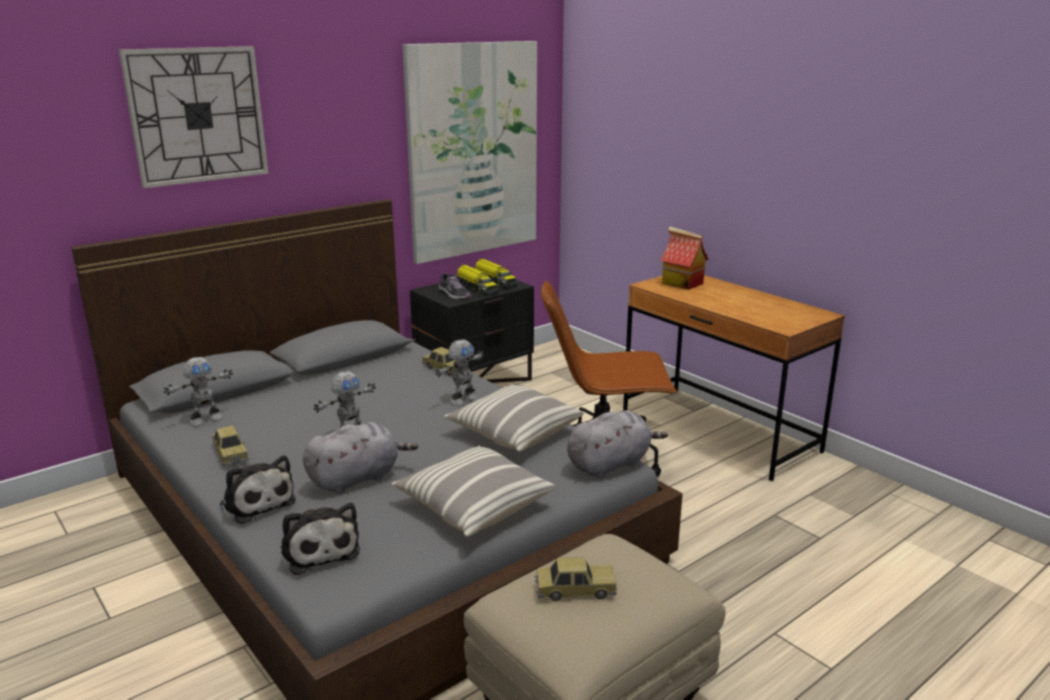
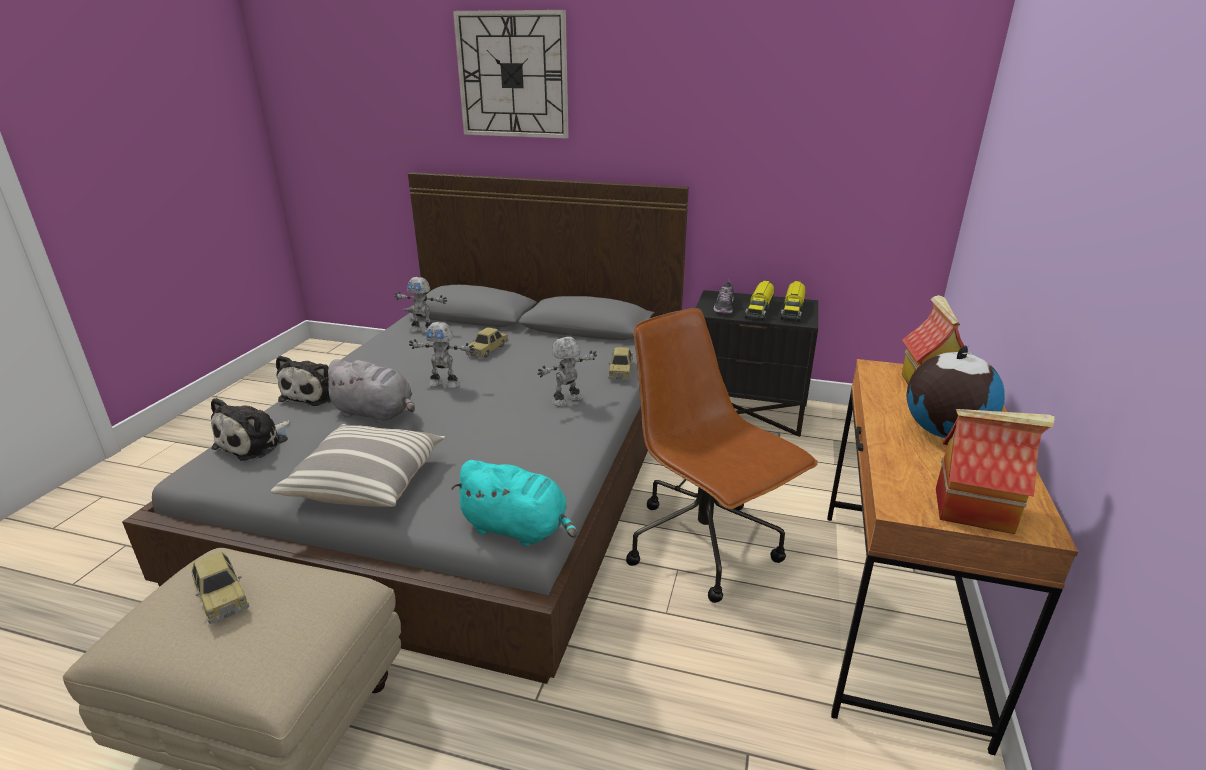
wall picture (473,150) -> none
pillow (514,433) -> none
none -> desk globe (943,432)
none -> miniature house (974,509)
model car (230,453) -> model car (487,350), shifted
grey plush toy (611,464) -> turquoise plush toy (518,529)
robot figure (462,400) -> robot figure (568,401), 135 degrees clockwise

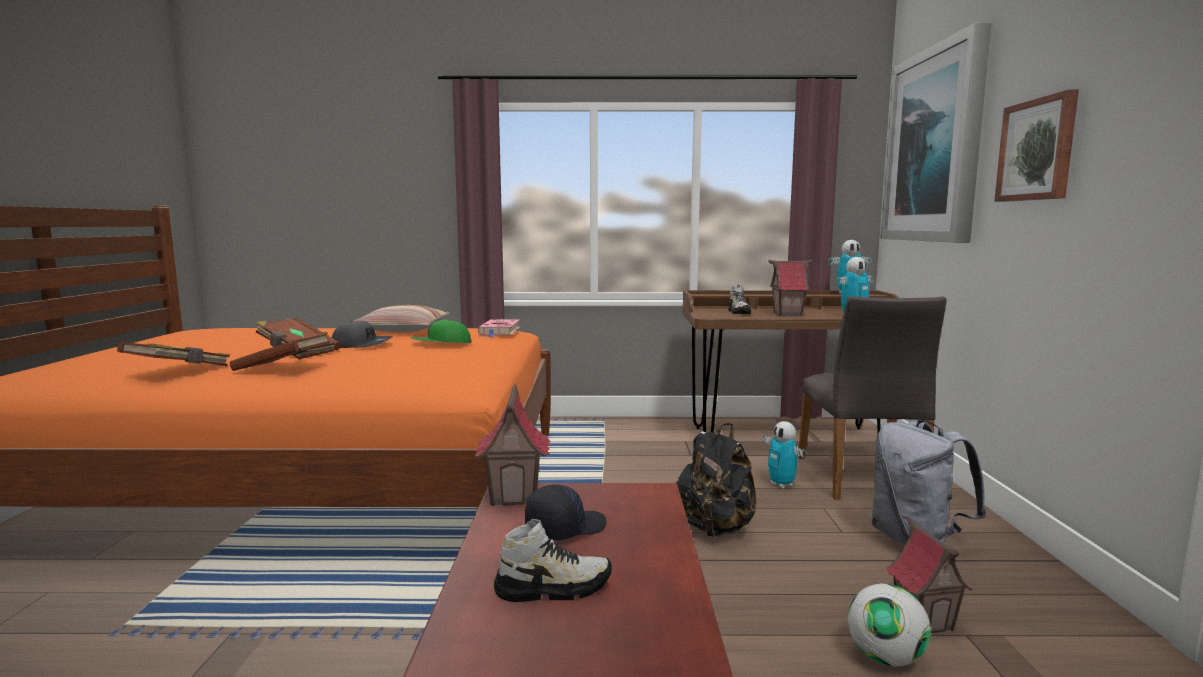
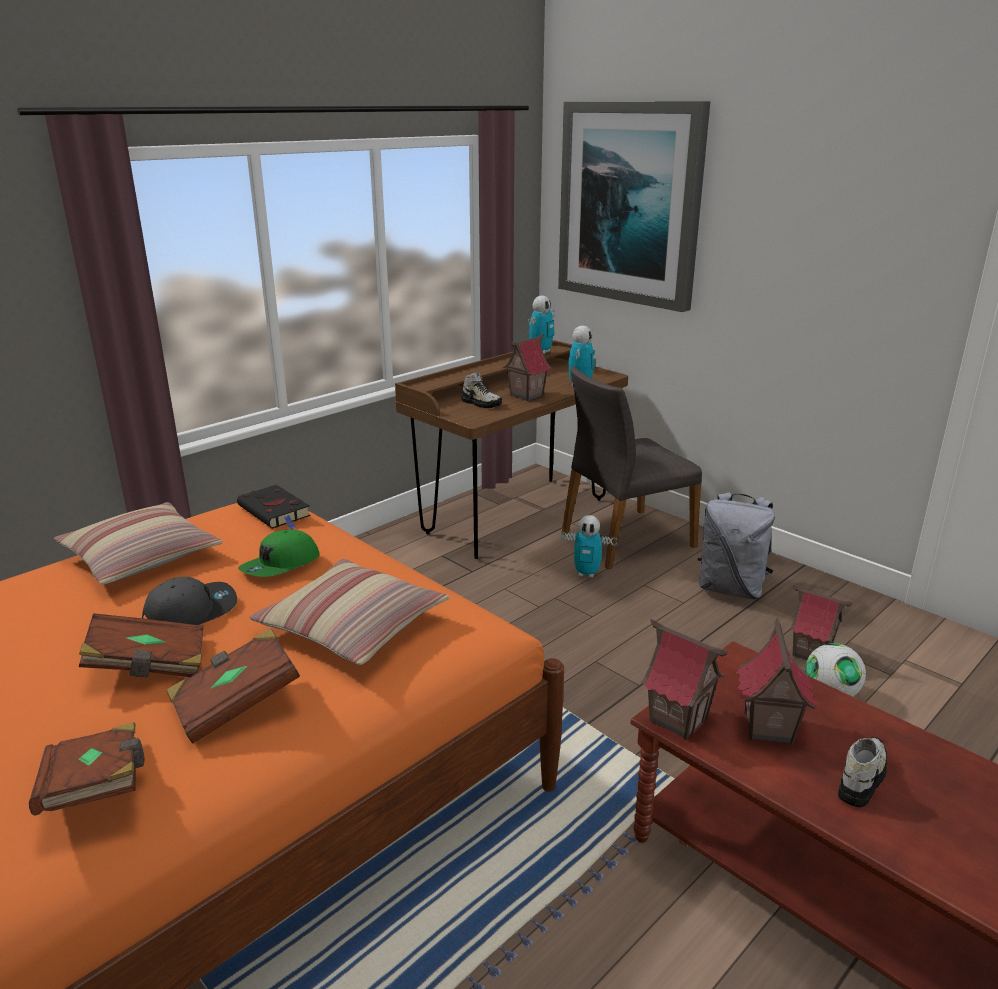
black-coloured knapsack (715,528) -> none
wall picture (1037,150) -> none
none -> pillow (353,625)
black-coloured cap (565,528) -> miniature house (767,727)
pink-coloured book (499,331) -> black-coloured book (275,512)
grey chair (862,478) -> grey chair (625,539), 105 degrees clockwise

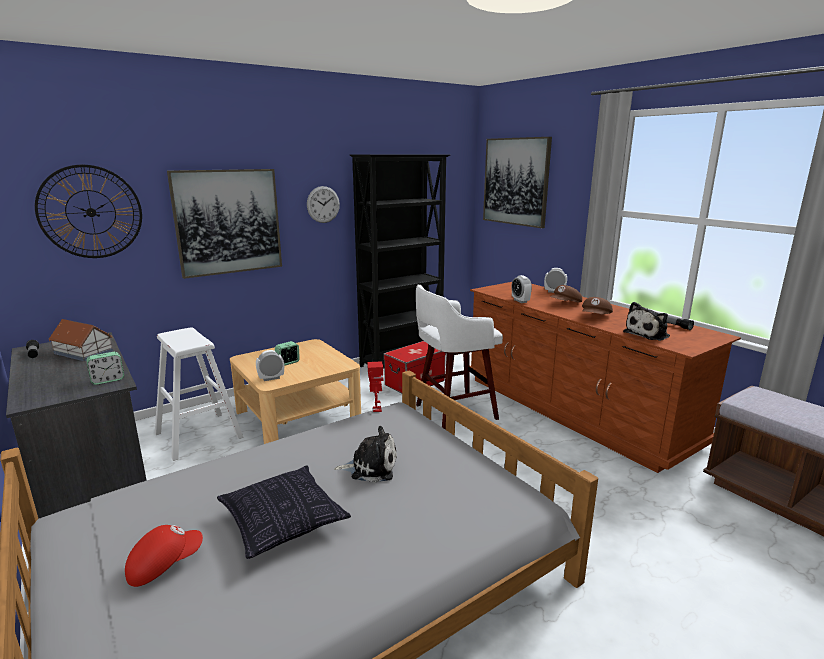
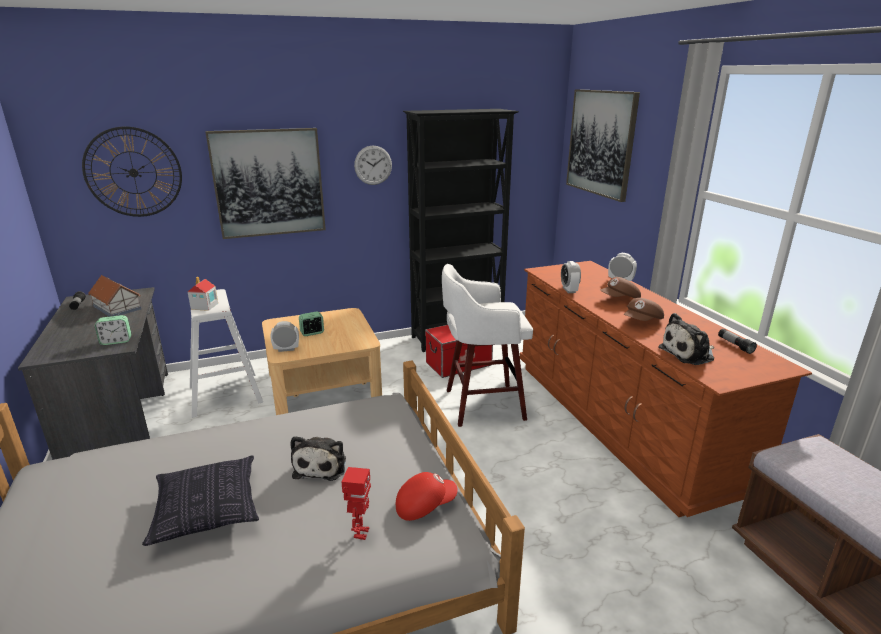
none -> miniature house (204,306)
red cap (164,564) -> red cap (425,505), shifted
robot figure (376,409) -> robot figure (360,533), shifted
plush toy (371,467) -> plush toy (321,465), 75 degrees clockwise

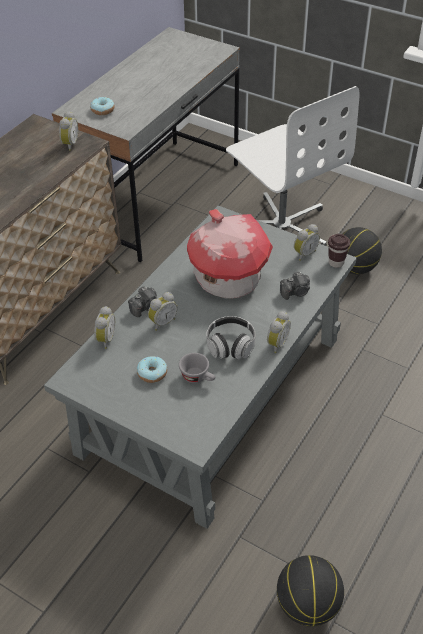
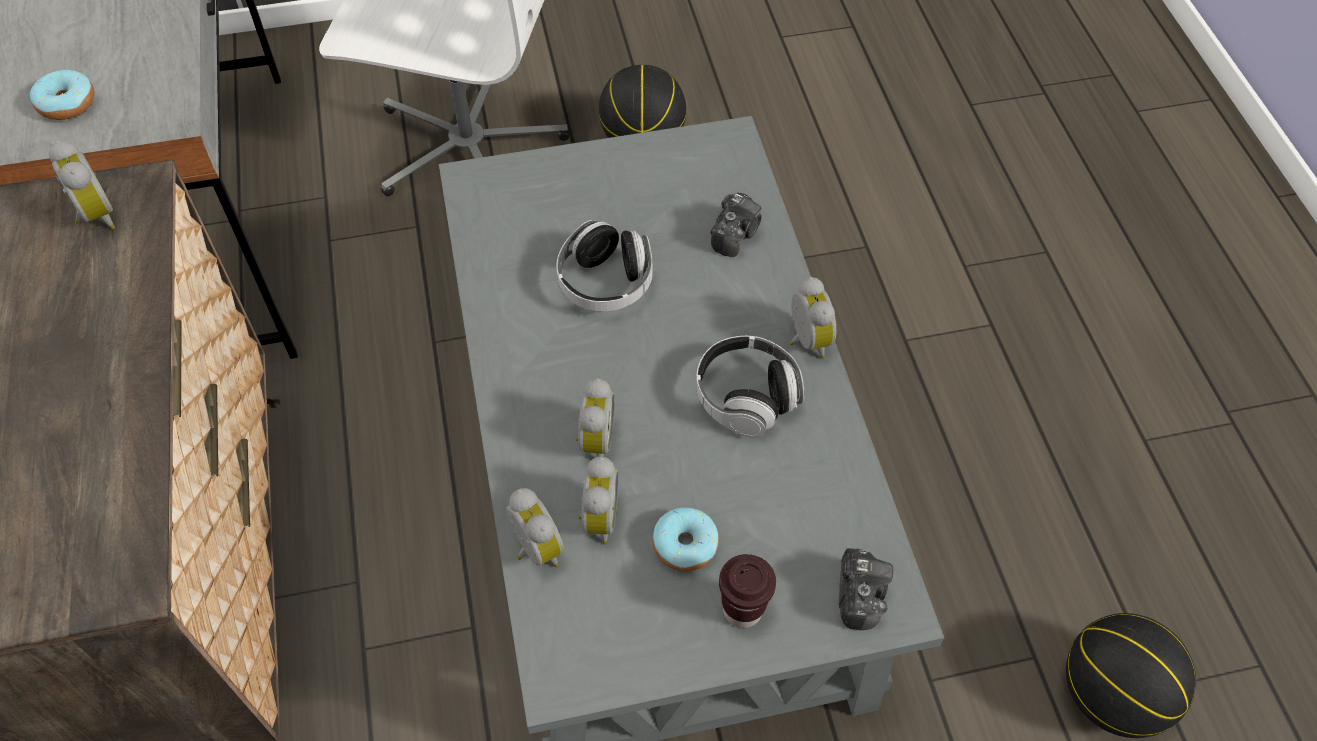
grey cup (198,378) -> none
still camera (145,307) -> still camera (859,595), shifted
bedside clock (304,253) -> bedside clock (597,518), shifted
brown cup (336,262) -> brown cup (742,610), shifted
miniature house (227,277) -> pair of headphones (605,283)

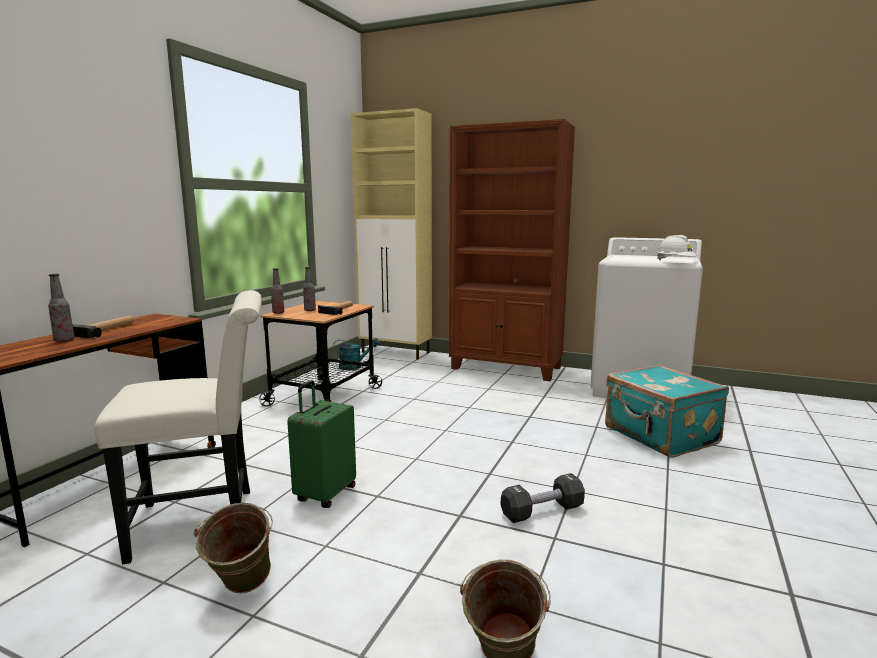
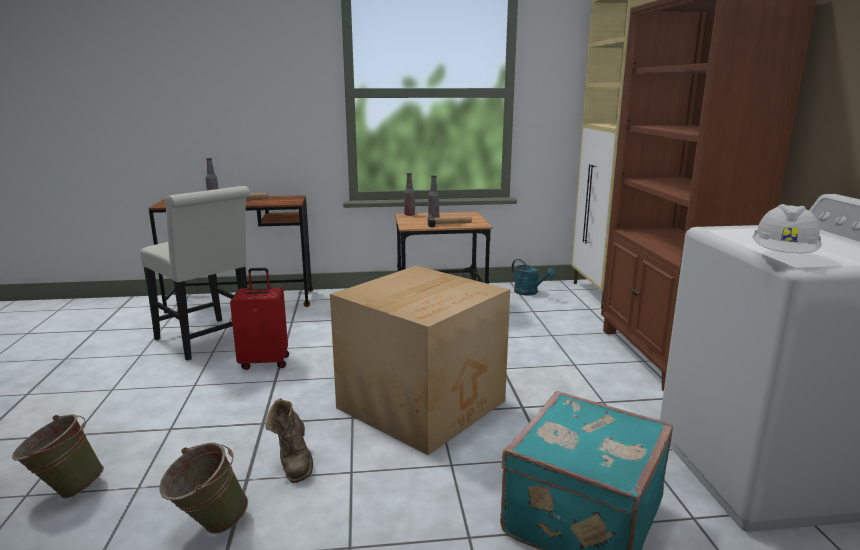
none -> carton (424,404)
green pail (240,591) -> green pail (208,526), shifted
black-coloured dumbbell (542,511) -> brown boot (293,462)
green suitcase (324,494) -> red suitcase (265,362)

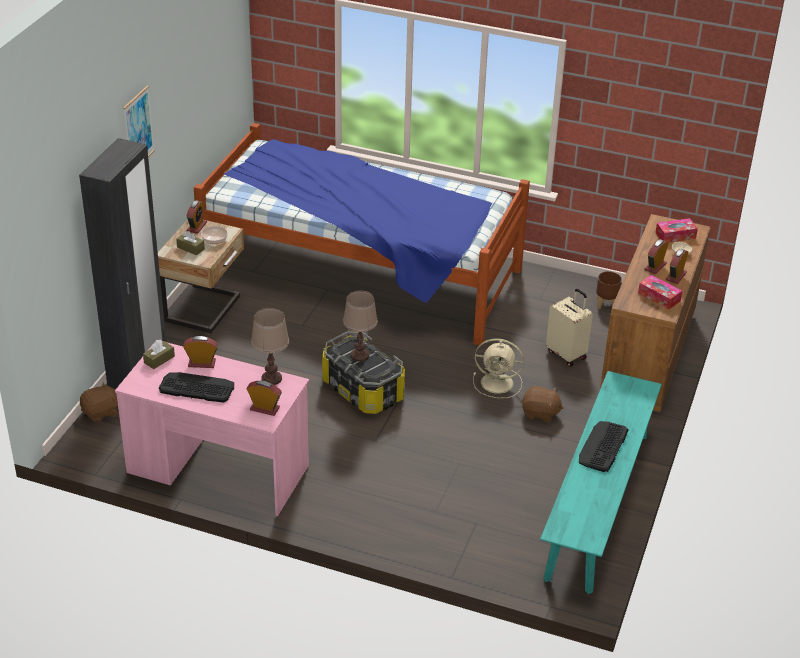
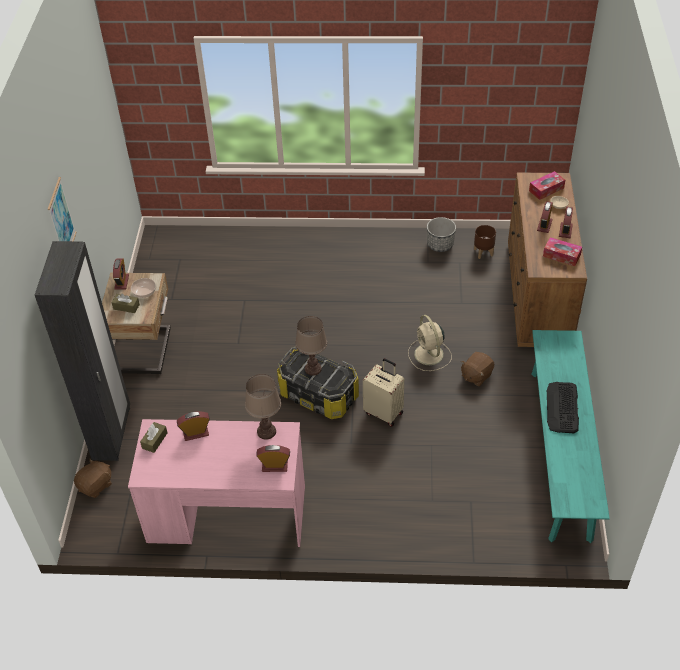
keyboard (196,387) -> none
bed (361,274) -> none
none -> flower pot (440,245)
sand-coloured suitcase (567,354) -> sand-coloured suitcase (384,412), shifted
sand-coloured electric fan (498,383) -> sand-coloured electric fan (429,355), 75 degrees clockwise
brown plush toy (540,413) -> brown plush toy (476,375), 135 degrees clockwise

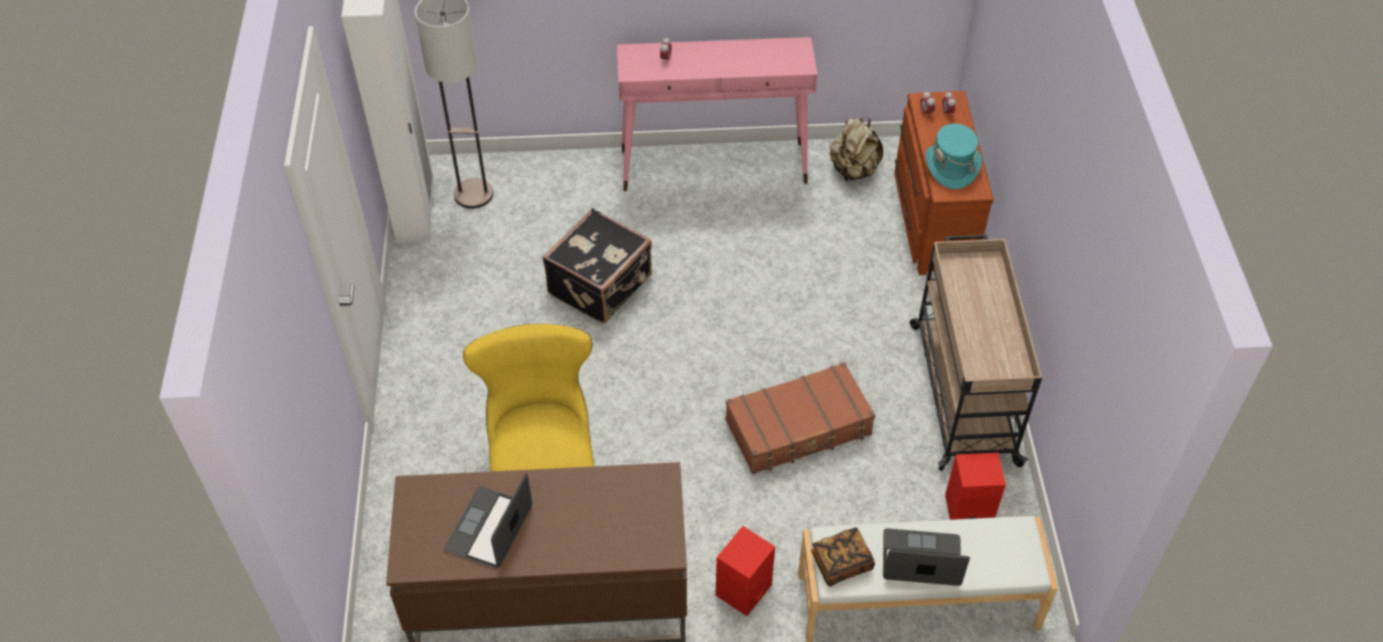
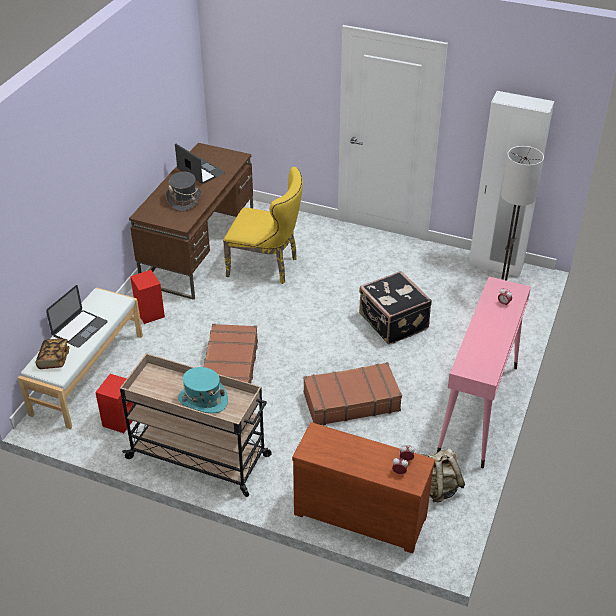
none -> grey clothing hat (184,200)
none -> brown suitcase (351,401)
book (841,563) -> book (54,359), shifted
turquoise clothing hat (952,166) -> turquoise clothing hat (203,400), shifted

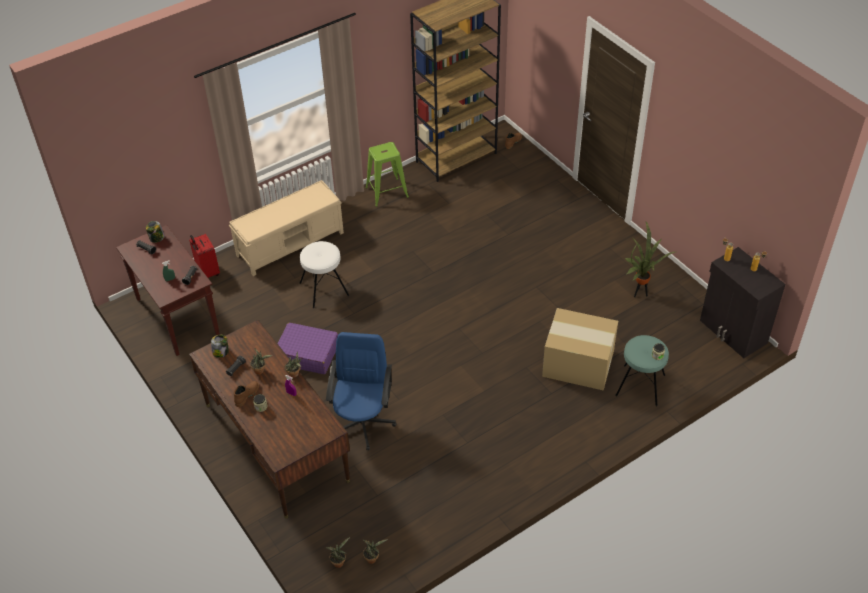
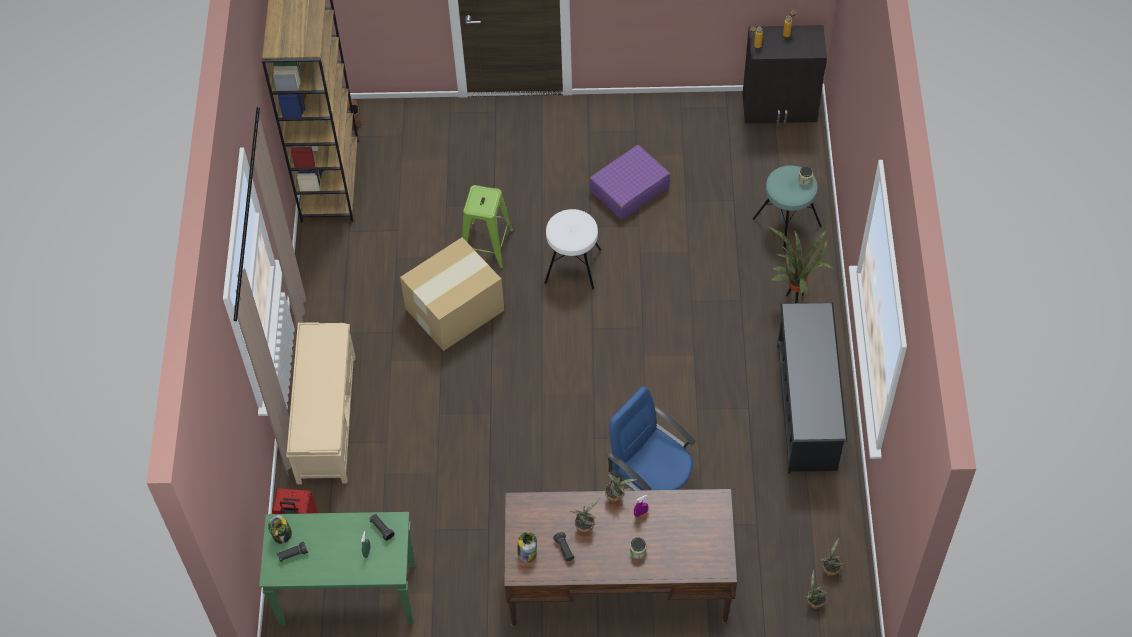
brown boot (246,395) -> none
none -> black-coloured shoe rack (806,407)
purple-coloured suitcase (307,354) -> purple-coloured suitcase (629,189), shifted
whitish sitting stool (324,289) -> whitish sitting stool (573,266), shifted
green sitting stool (386,192) -> green sitting stool (486,246), shifted
carton (579,364) -> carton (456,309), shifted
plant in a pot (640,293) -> plant in a pot (794,298), shifted
brown narrow table (176,316) -> green narrow table (347,595)

